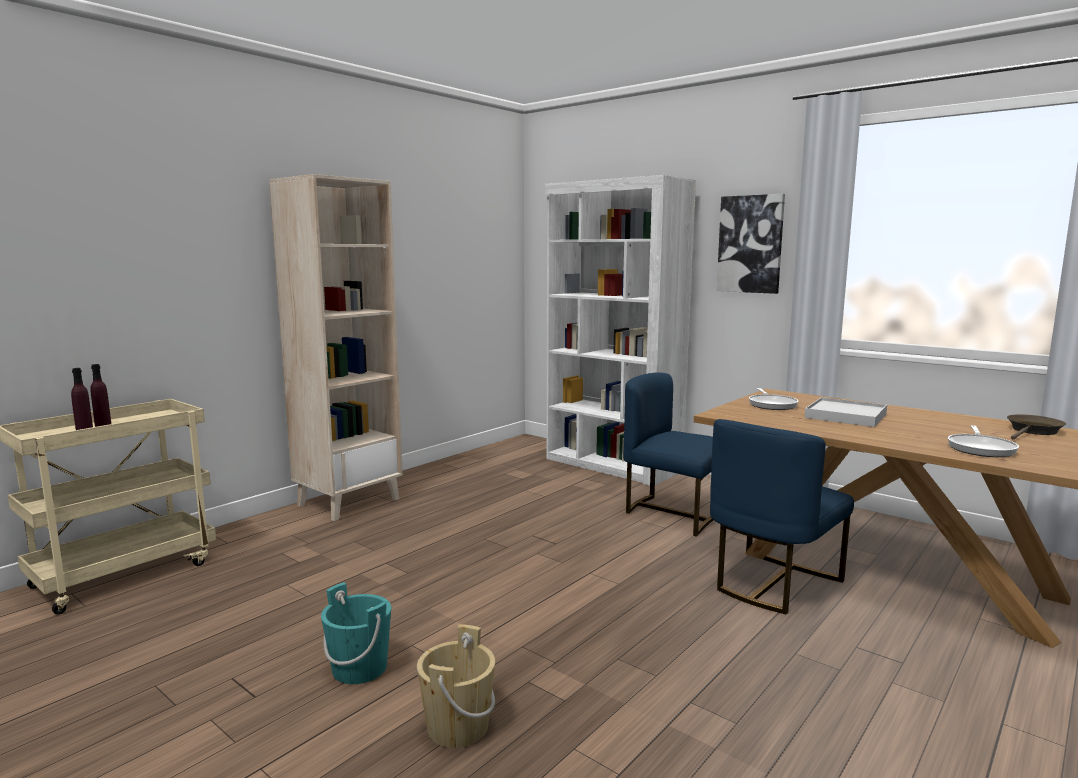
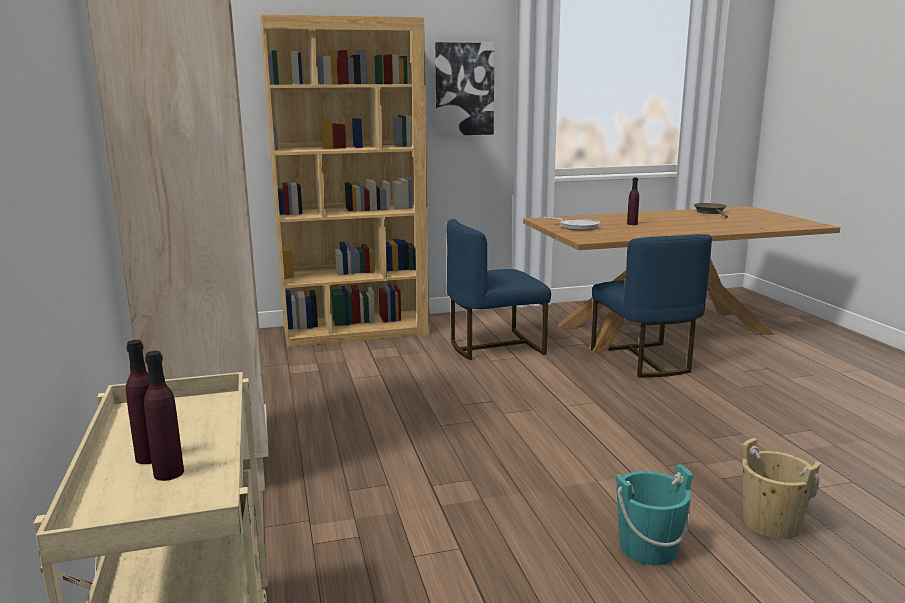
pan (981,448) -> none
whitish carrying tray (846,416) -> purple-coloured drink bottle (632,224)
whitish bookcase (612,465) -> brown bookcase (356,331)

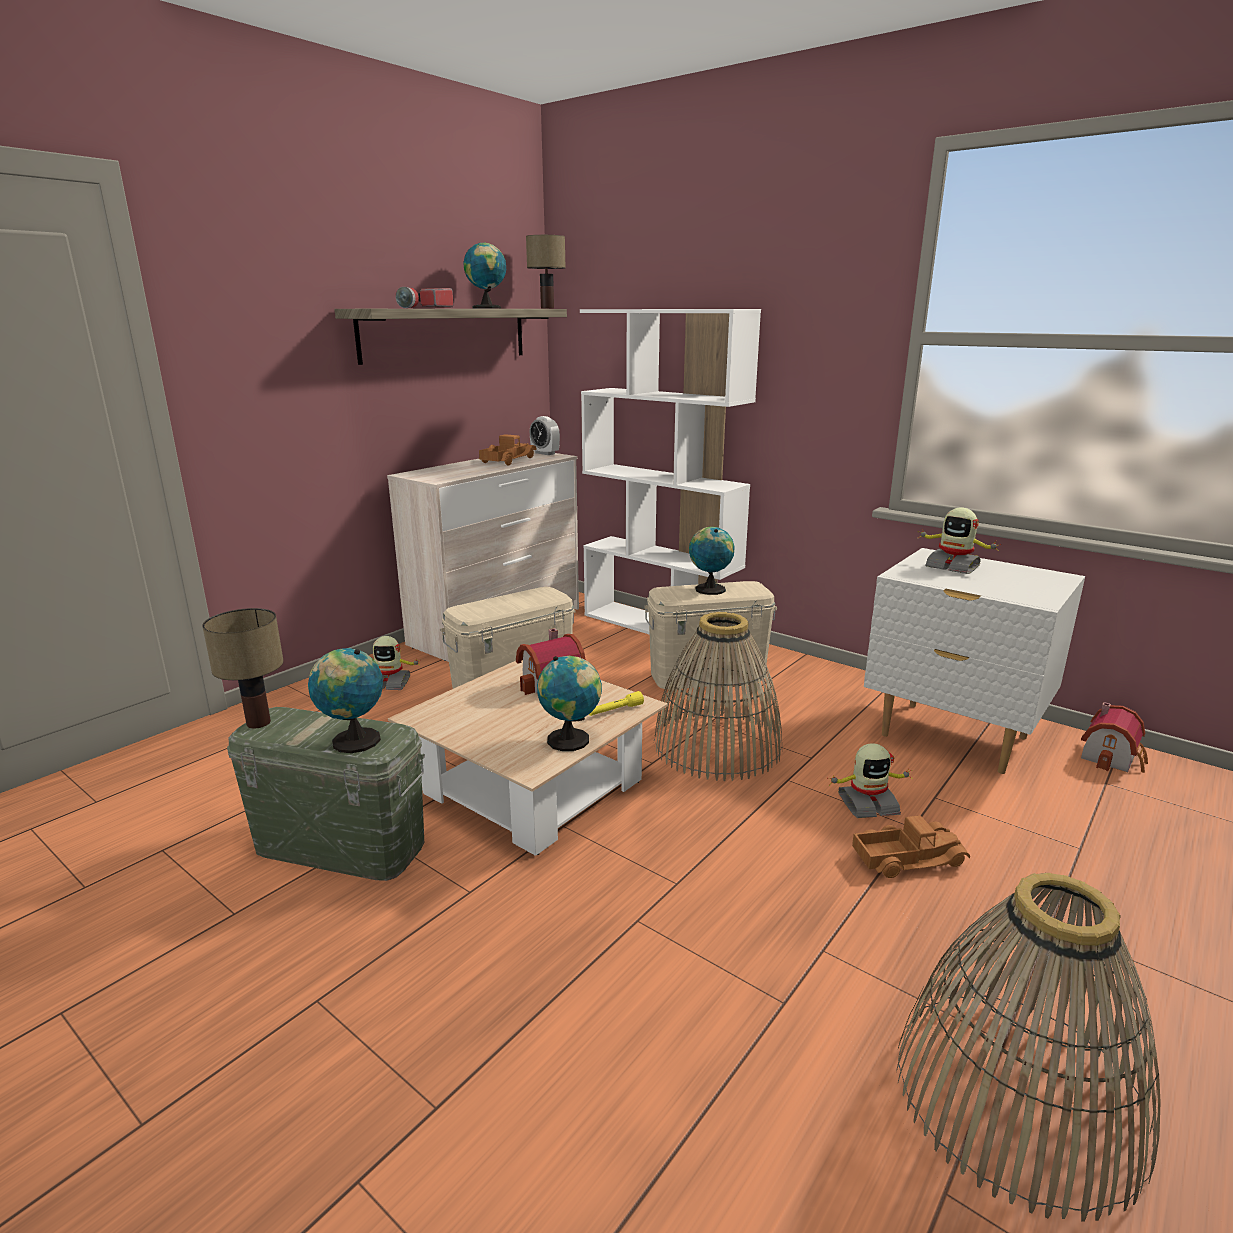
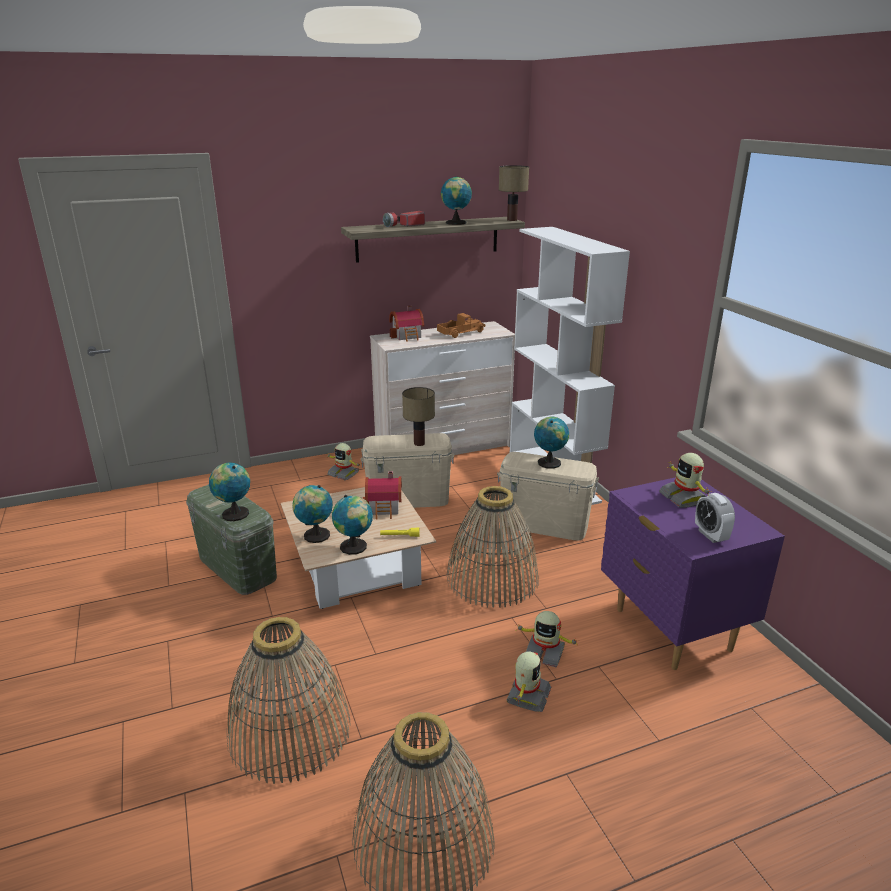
none -> basket (289,732)
none -> desk globe (315,536)
lamp for a table (257,723) -> lamp for a table (418,443), shifted
bedside clock (545,453) -> bedside clock (710,535), shifted
miniature house (1112,757) -> miniature house (408,336), shifted
toy truck (907,857) -> robot figure (527,695)
whitish bedside table (953,737) -> purple-coloured bedside table (671,630)

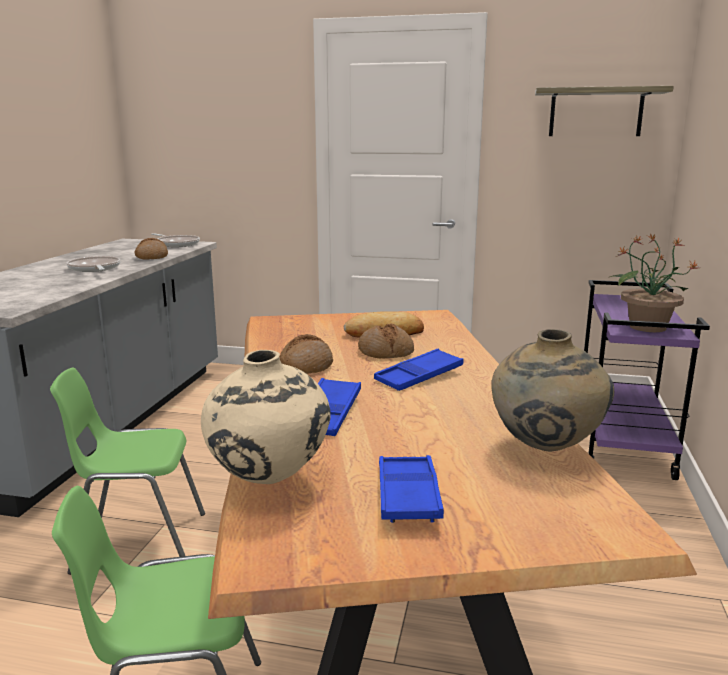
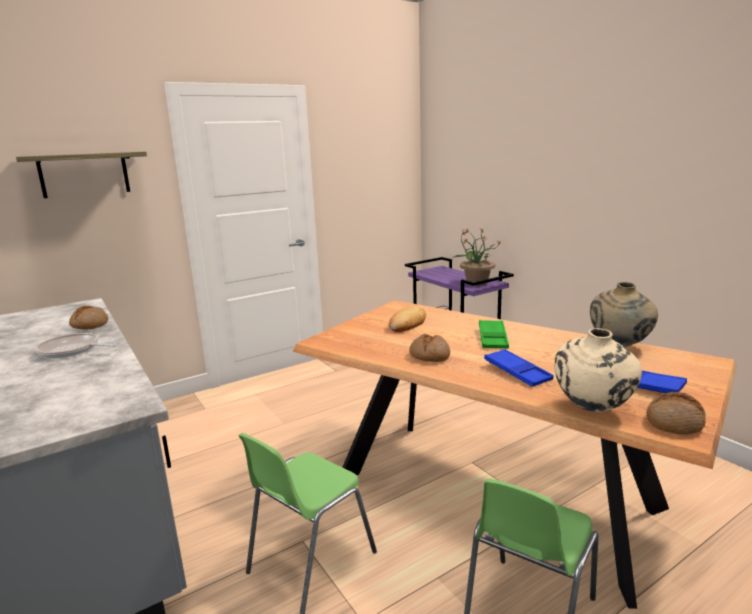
pan (177,244) -> none
baked bread (385,352) -> baked bread (674,422), shifted
bracket shelf (595,113) -> bracket shelf (84,174), shifted
bluish carrying tray (419,376) -> green carrying tray (493,338)

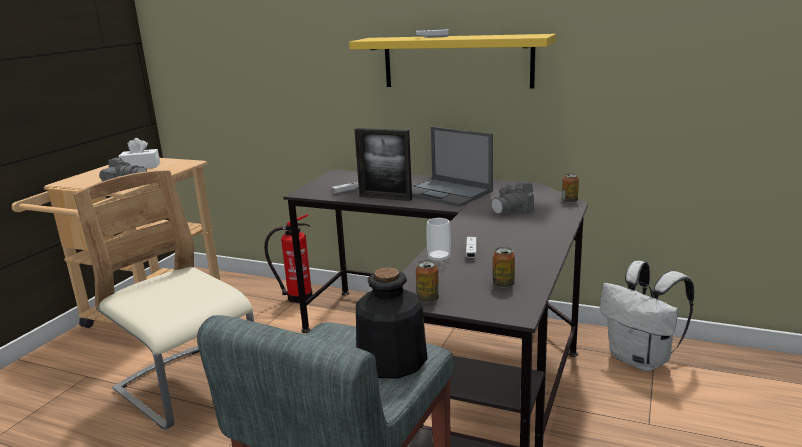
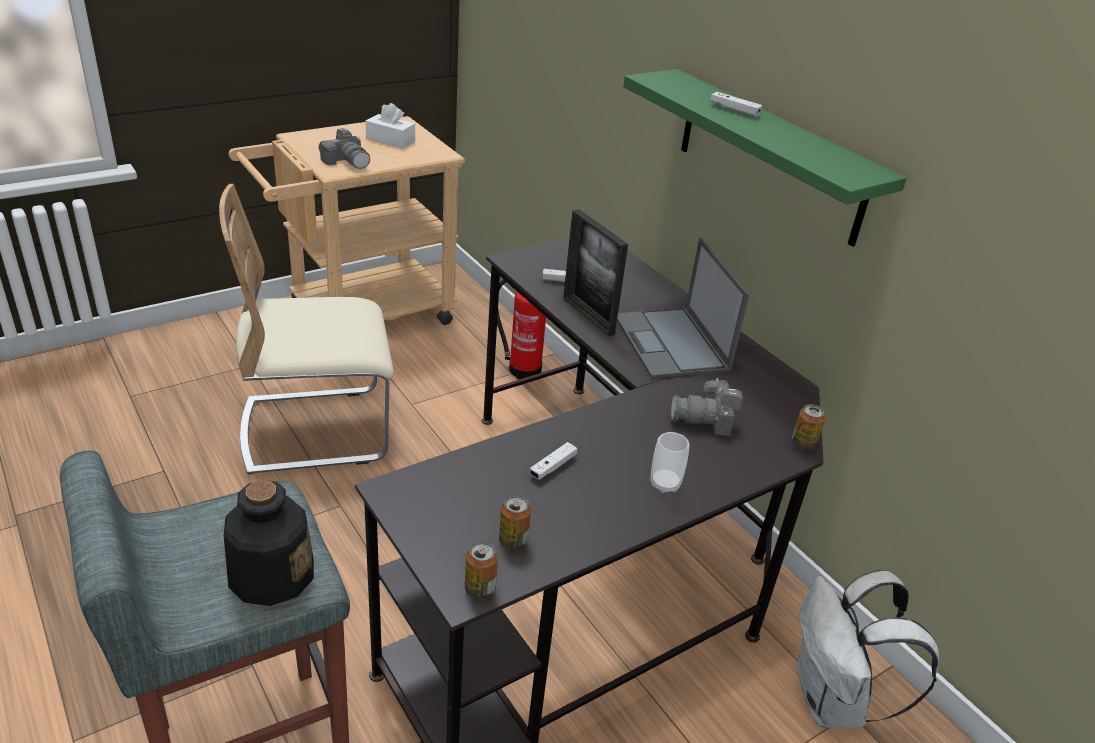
sealed can (428,299) -> sealed can (480,588), shifted
cup (439,259) -> cup (664,484), shifted
yellow bracket shelf (457,61) -> green bracket shelf (770,156)
sand-coloured chair (187,387) -> sand-coloured chair (316,430), 90 degrees counterclockwise

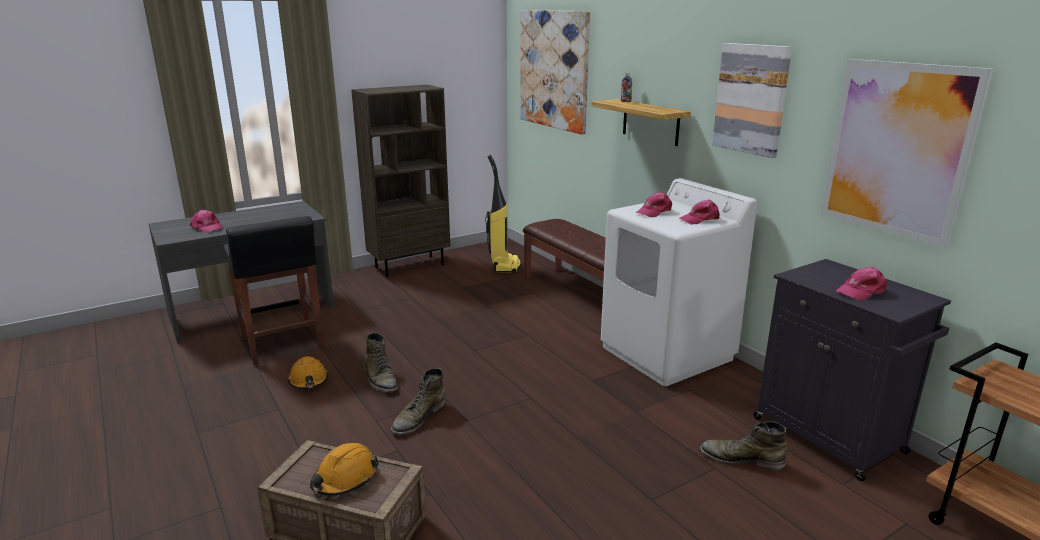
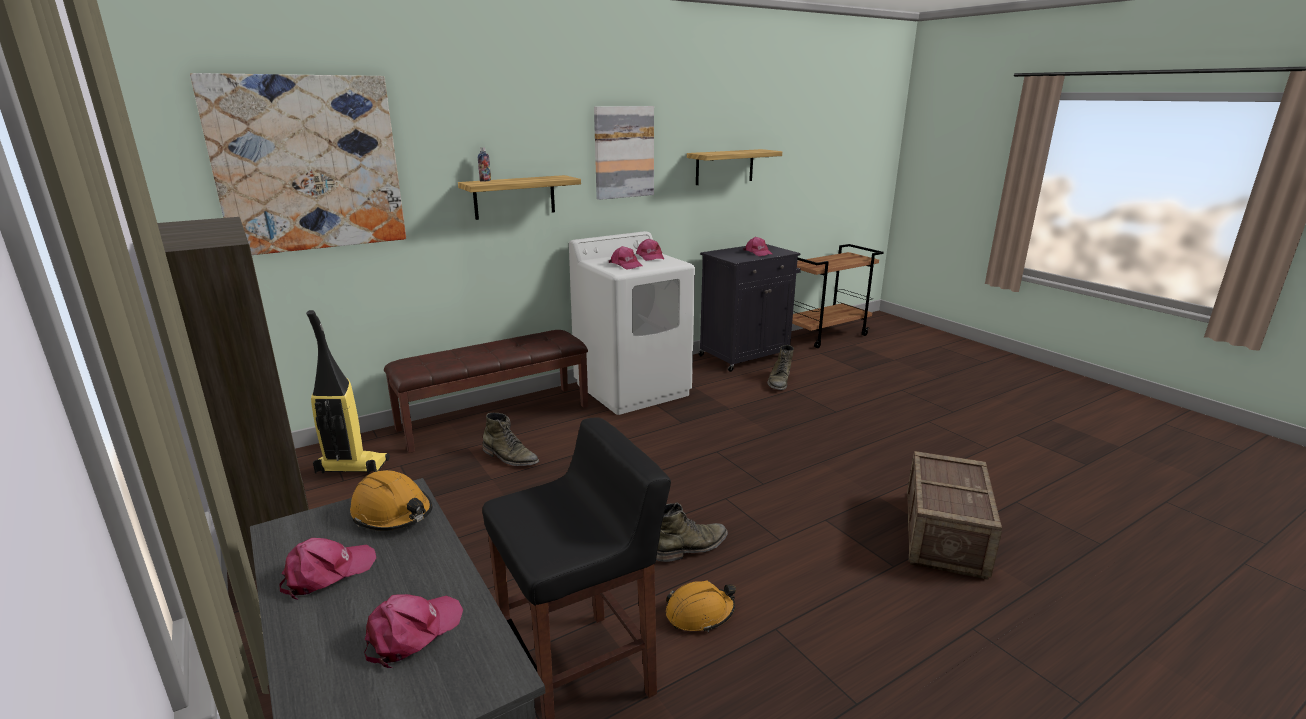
none -> pink-coloured cap (327,573)
orange-coloured hard hat (344,478) -> orange-coloured hard hat (392,513), shifted
green boot (418,418) -> green boot (510,457), shifted
wall picture (897,150) -> bracket shelf (724,167)

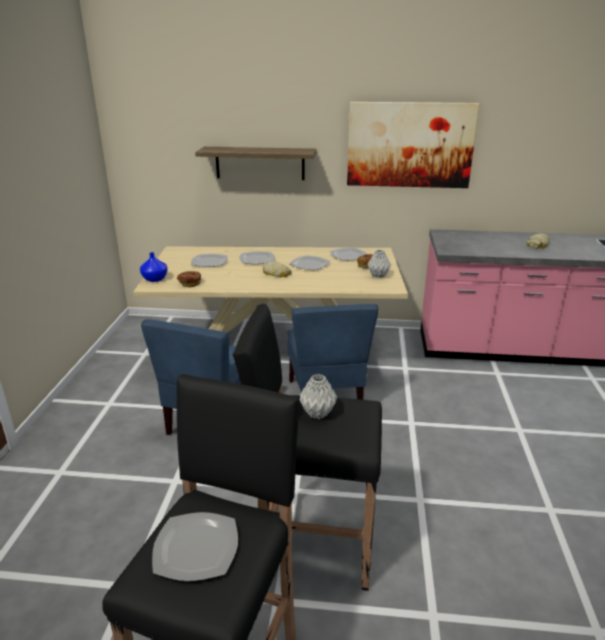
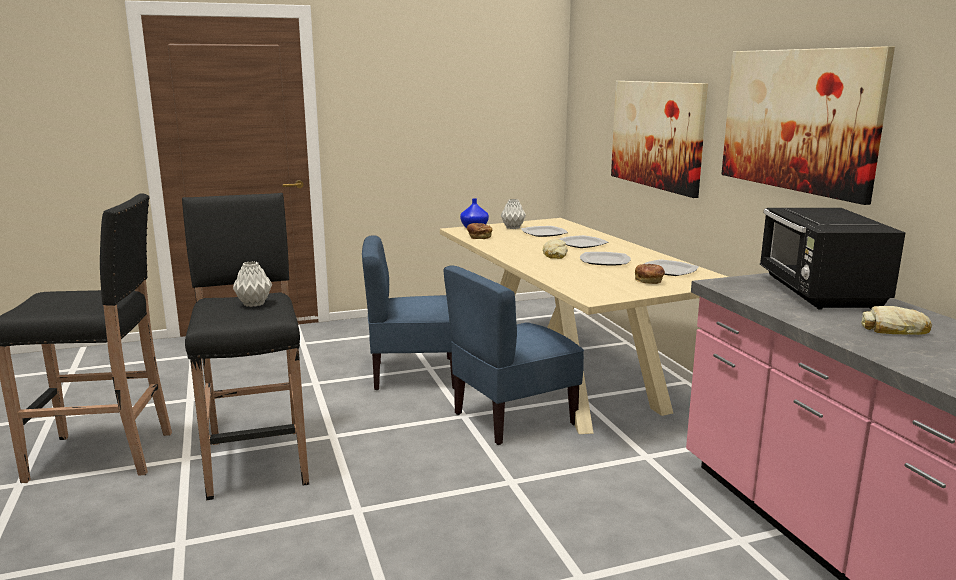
flat dish (195,549) -> none
none -> black-coloured kitchen microwave (819,293)
grey vase (378,276) -> grey vase (513,228), shifted
bracket shelf (260,163) -> wall picture (656,134)

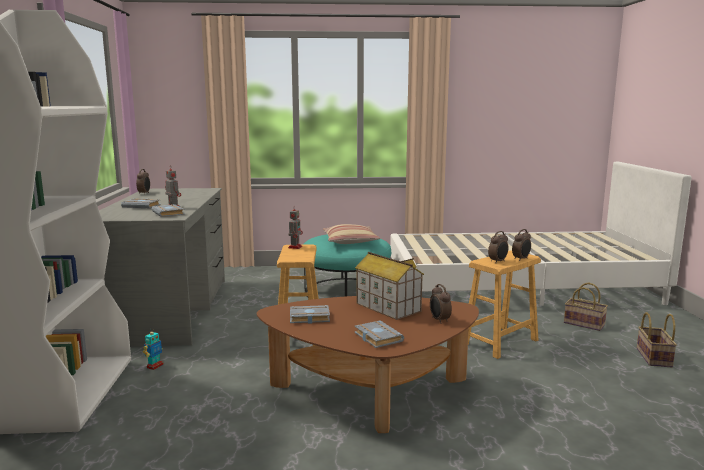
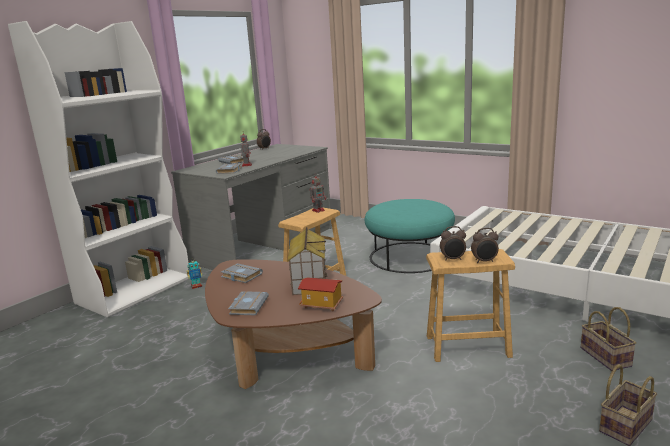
pillow (350,241) -> none
bedside clock (439,320) -> miniature house (321,305)

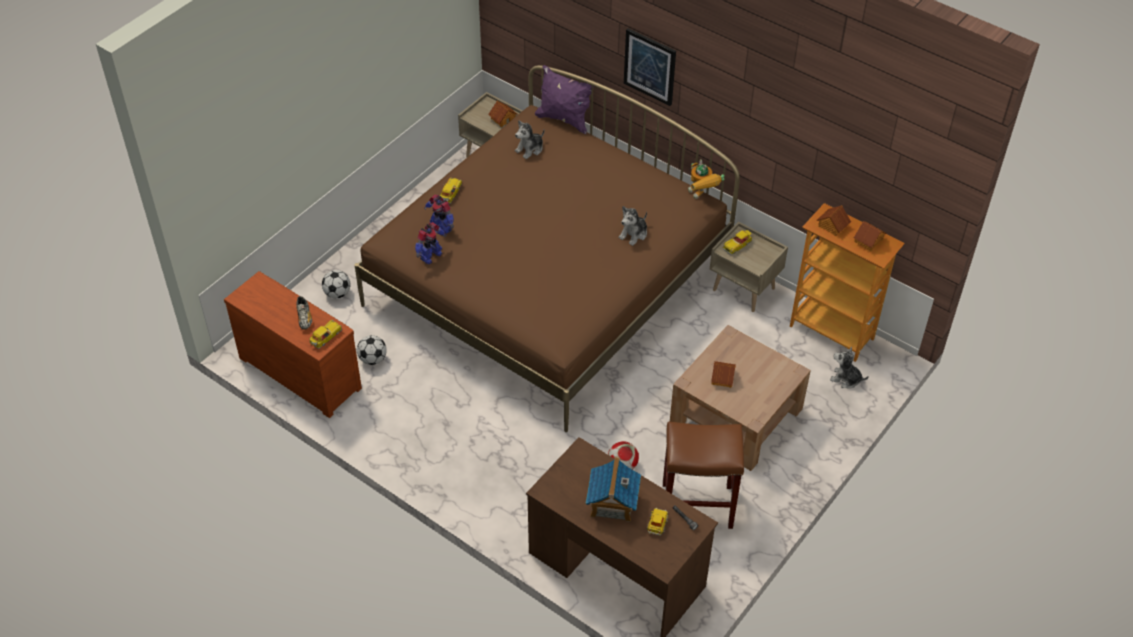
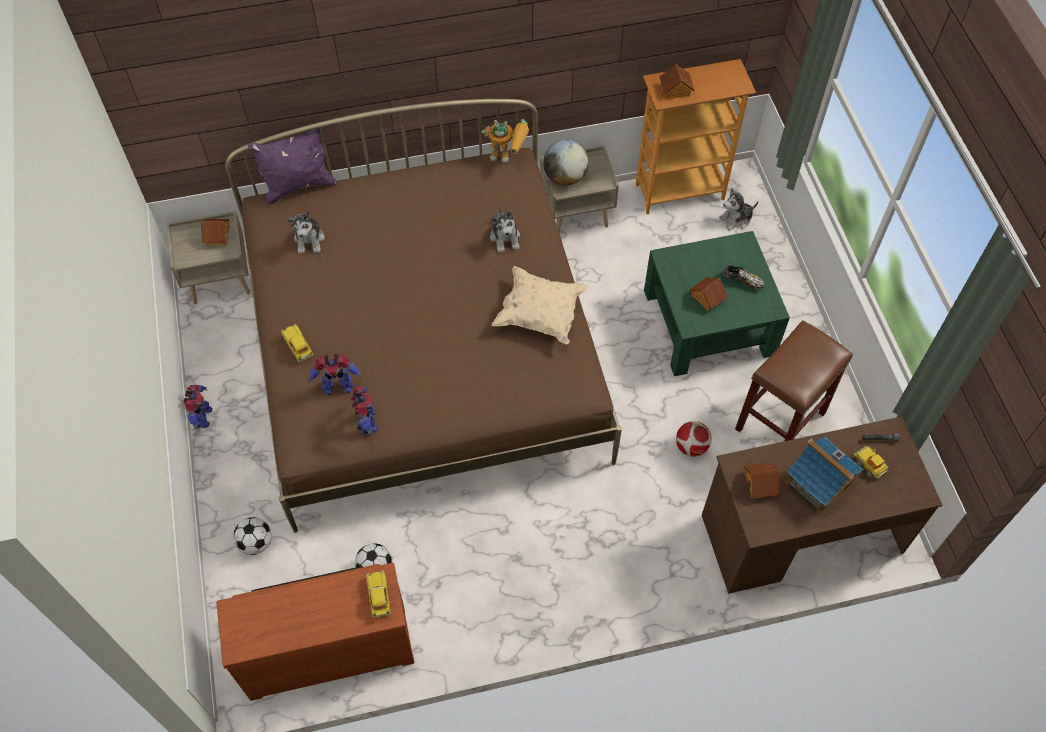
wall picture (650,66) -> none
none -> robot figure (202,417)
none -> sand-coloured pillow (540,314)
low shoe (304,318) -> low shoe (742,281), shifted
miniature house (869,241) -> miniature house (760,484), shifted
model car (737,245) -> desk globe (565,177)
brown low table (736,416) -> green low table (708,322)

